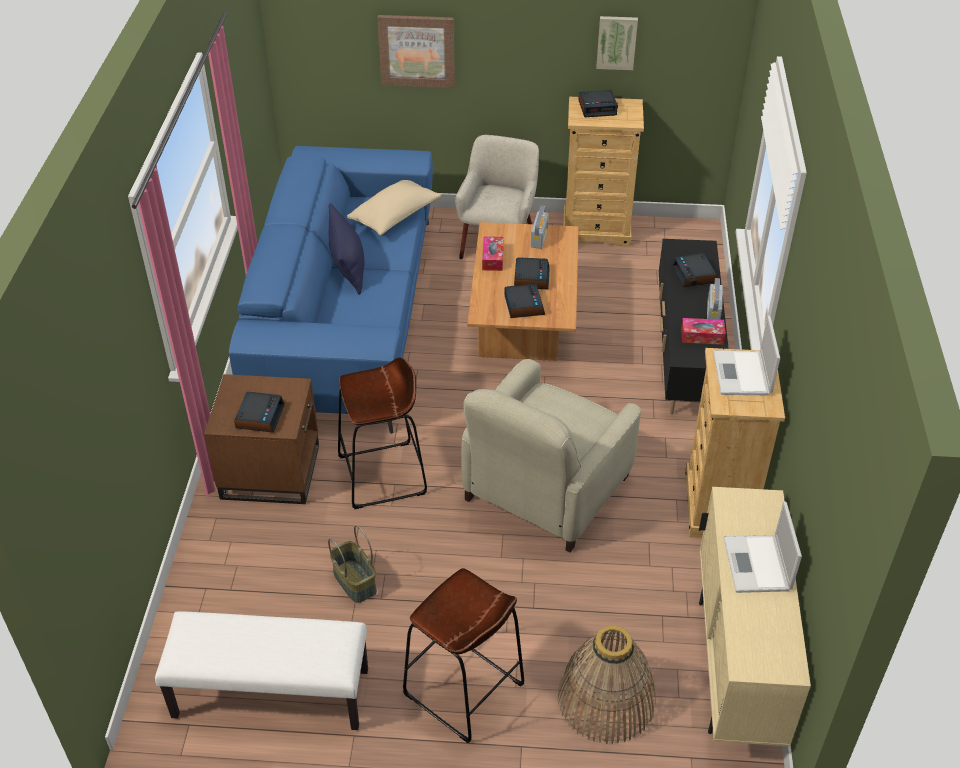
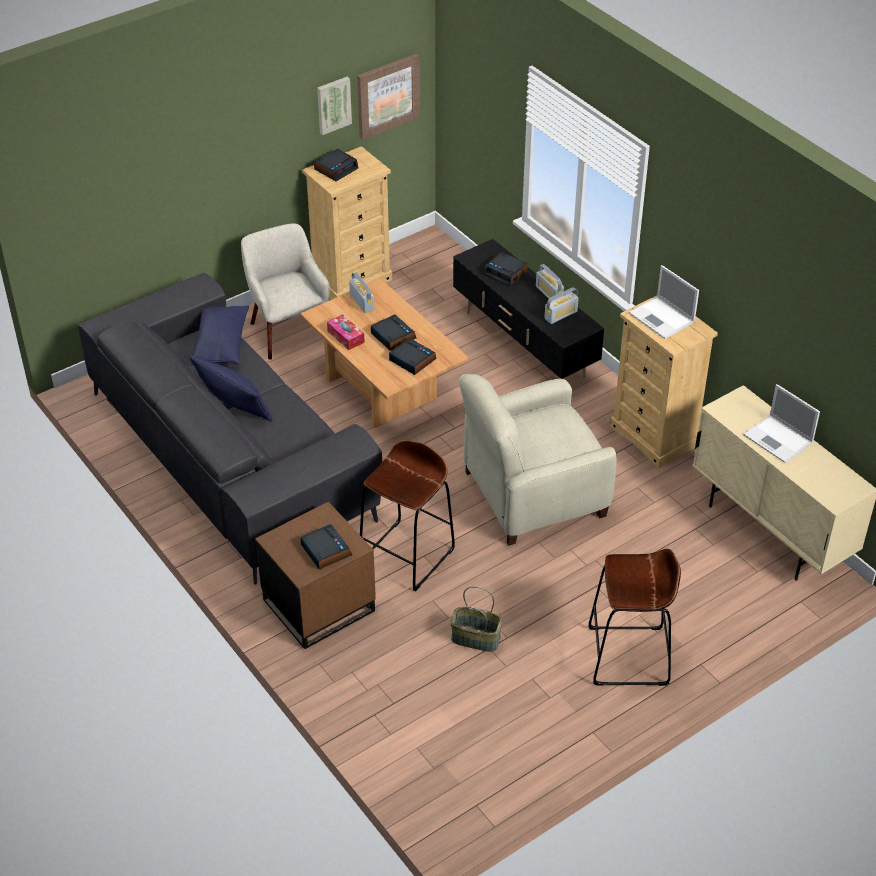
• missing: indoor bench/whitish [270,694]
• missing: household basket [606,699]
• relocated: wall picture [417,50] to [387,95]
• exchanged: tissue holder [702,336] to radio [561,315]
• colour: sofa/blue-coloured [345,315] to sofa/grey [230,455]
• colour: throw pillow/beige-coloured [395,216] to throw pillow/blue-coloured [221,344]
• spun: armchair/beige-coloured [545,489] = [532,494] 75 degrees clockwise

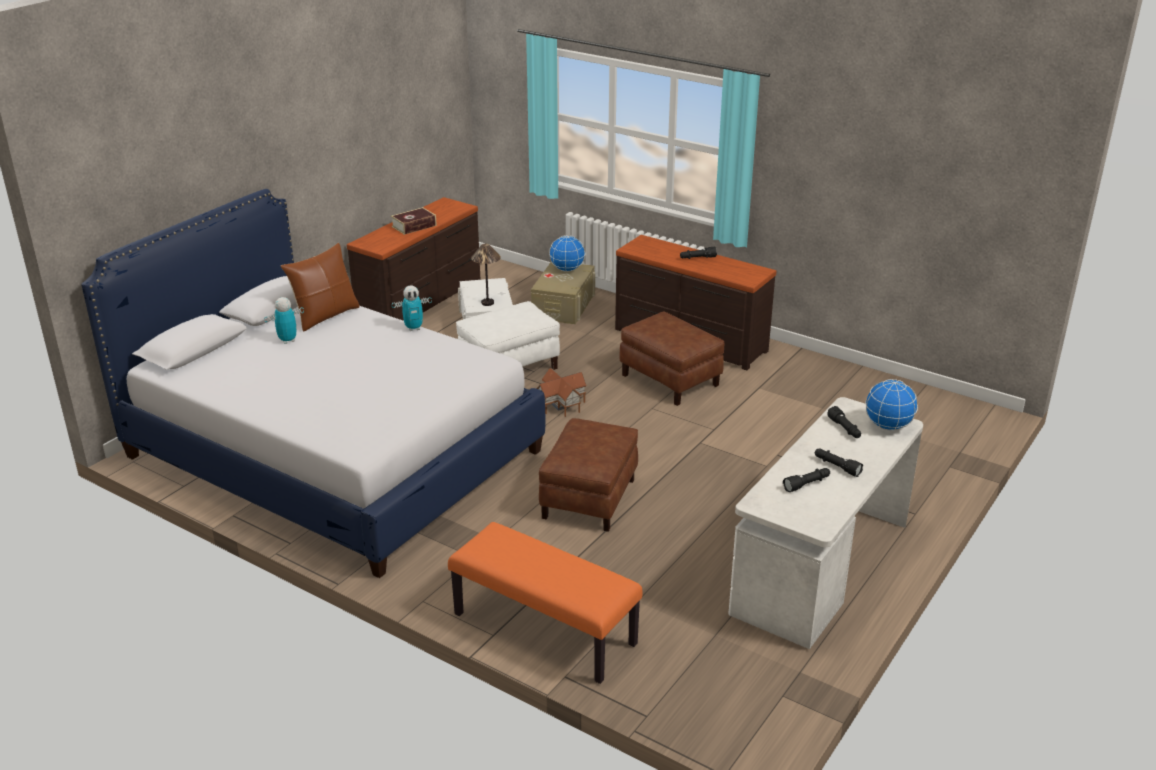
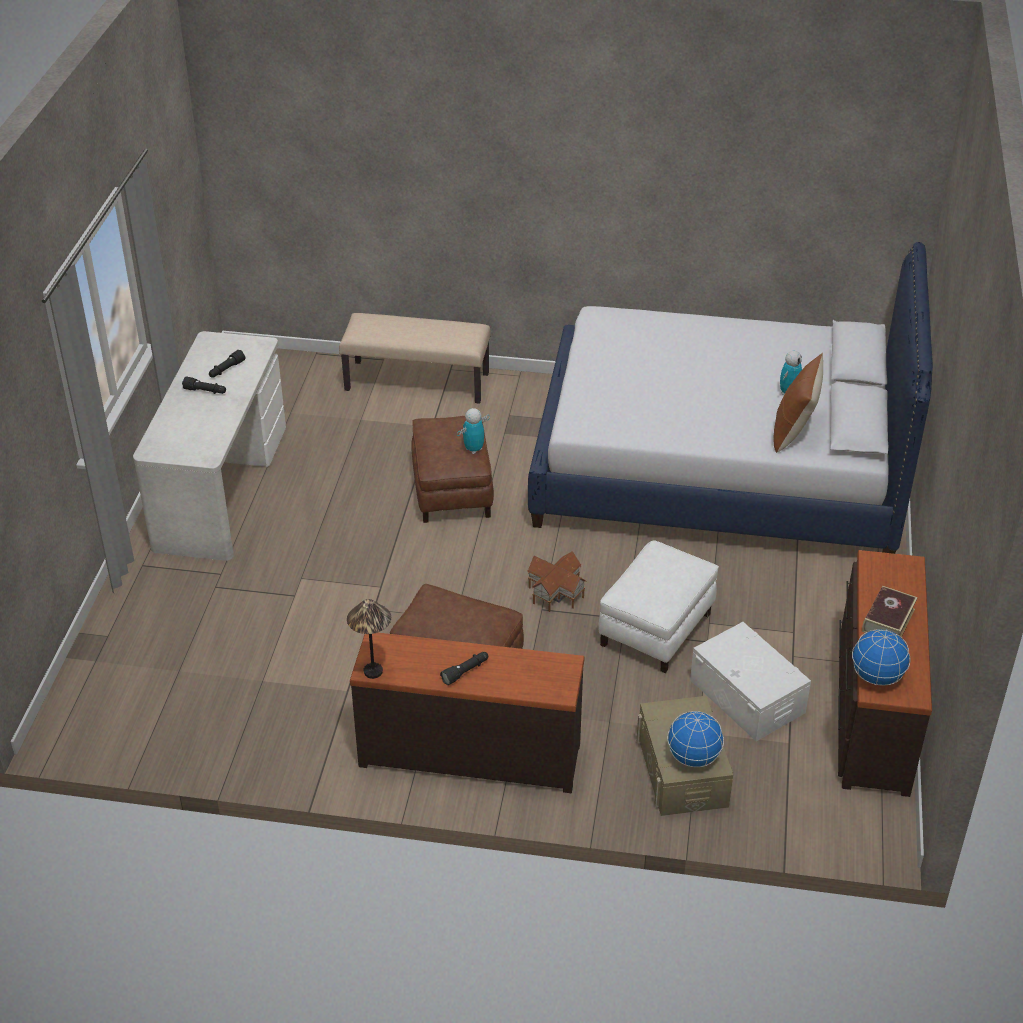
• missing: flashlight/black-coloured [844,429]
• relocated: robot figure [413,328] to [473,449]
• relocated: lamp for a table [488,303] to [372,672]
• relocated: desk globe [888,426] to [876,677]
• colour: indoor bench/orangey [543,630] to indoor bench/beige-coloured [417,382]

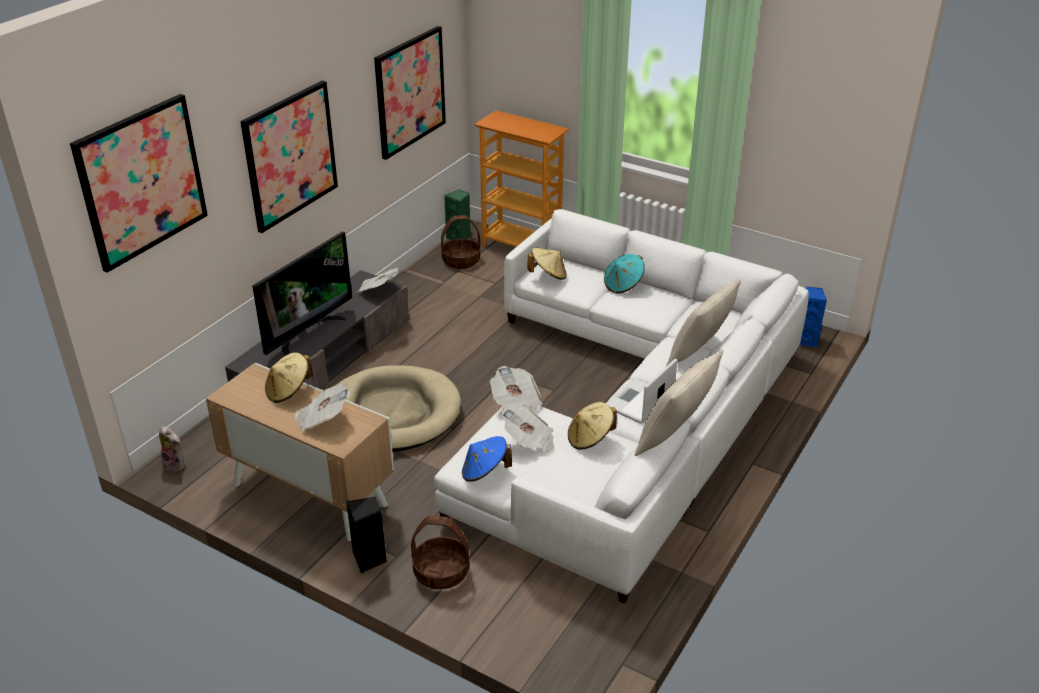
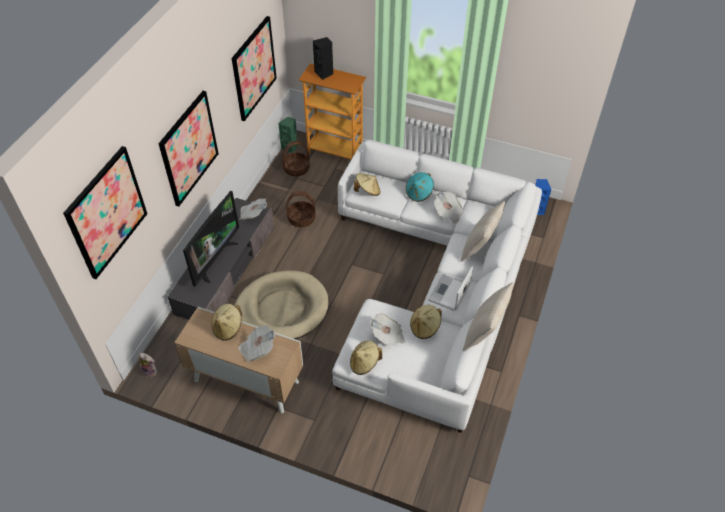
• relocated: loudspeaker/black-coloured [370,559] to [324,74]
• relocated: household basket [440,572] to [301,219]
• relocated: newspaper [516,404] to [448,213]
• colour: hat/blue-coloured [485,472] to hat/beige-coloured [364,363]

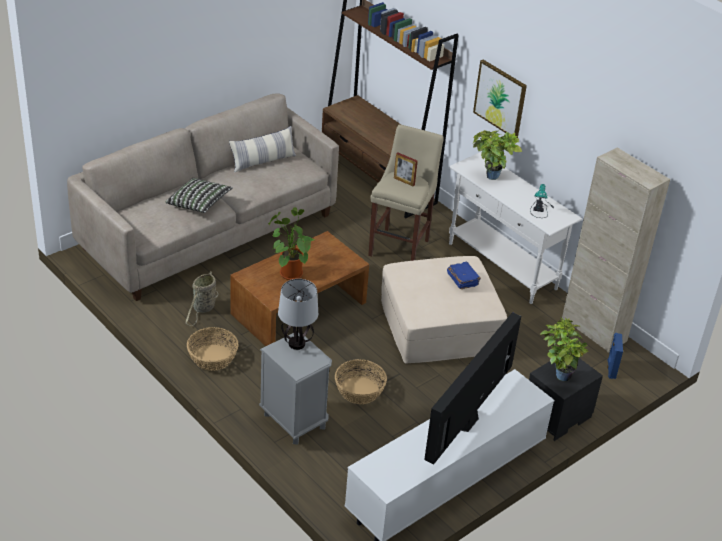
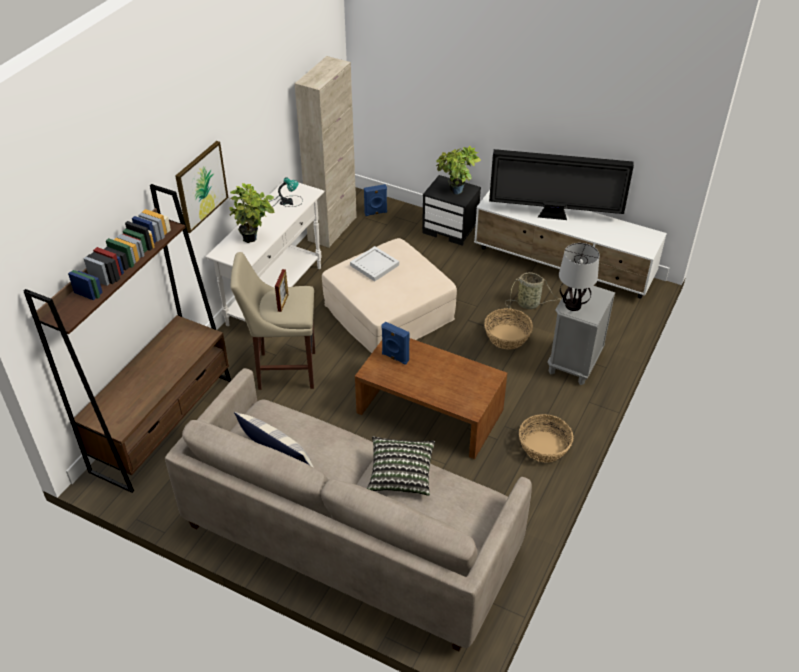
• missing: plant in a pot [289,272]
• appeared: loudspeaker/blue-coloured [394,357]
• relocated: household basket [203,308] to [530,304]
• exchanged: book/blue-coloured [462,280] to serving tray/whitish [373,265]

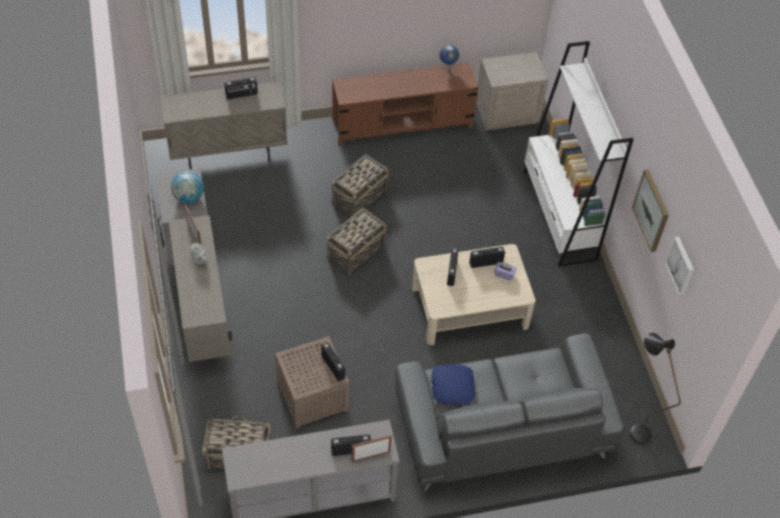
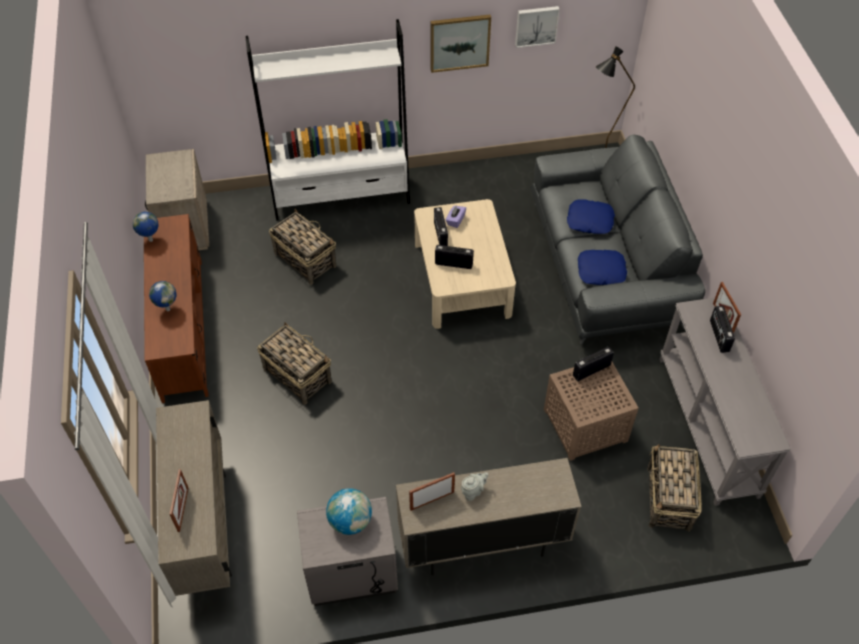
• missing: radio [241,95]
• appeared: desk globe [167,309]
• appeared: photo frame [183,509]
• appeared: throw pillow/blue-coloured [590,221]
• relocated: household basket [356,251] to [304,259]

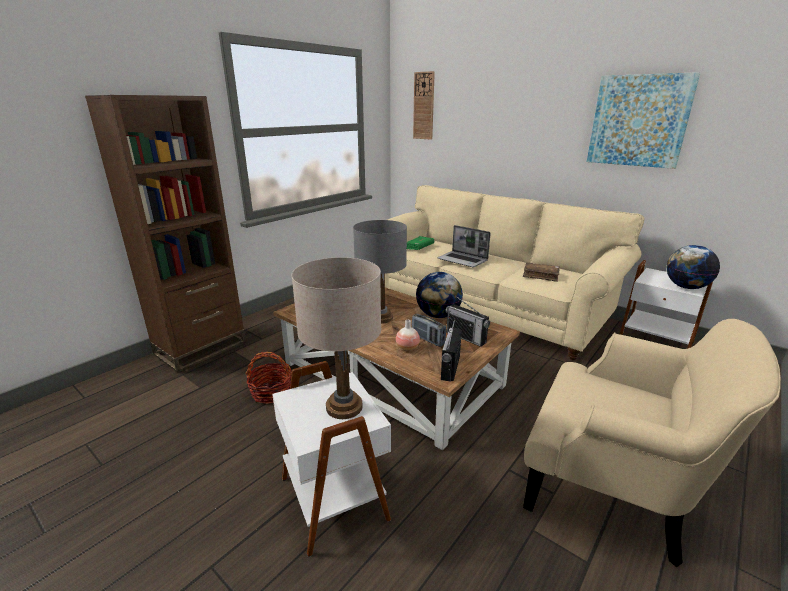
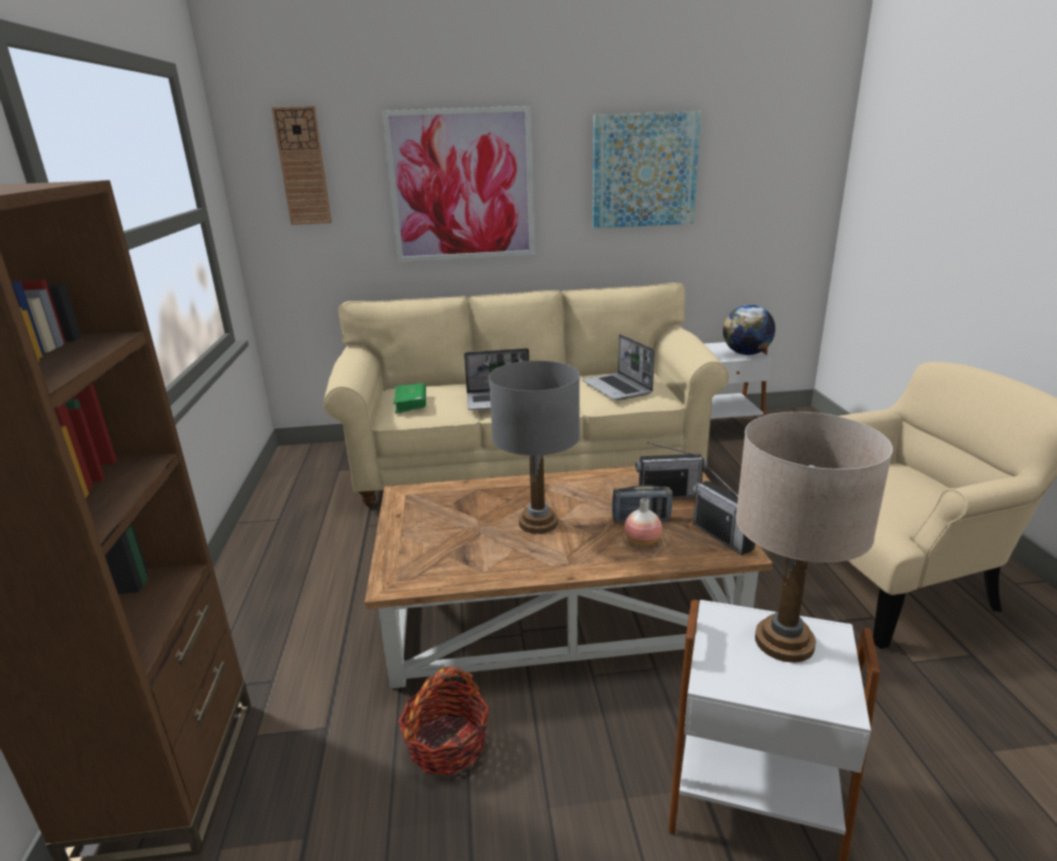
• missing: desk globe [438,315]
• appeared: wall picture [462,186]
• exchanged: book/brown-coloured [540,276] to laptop [618,388]

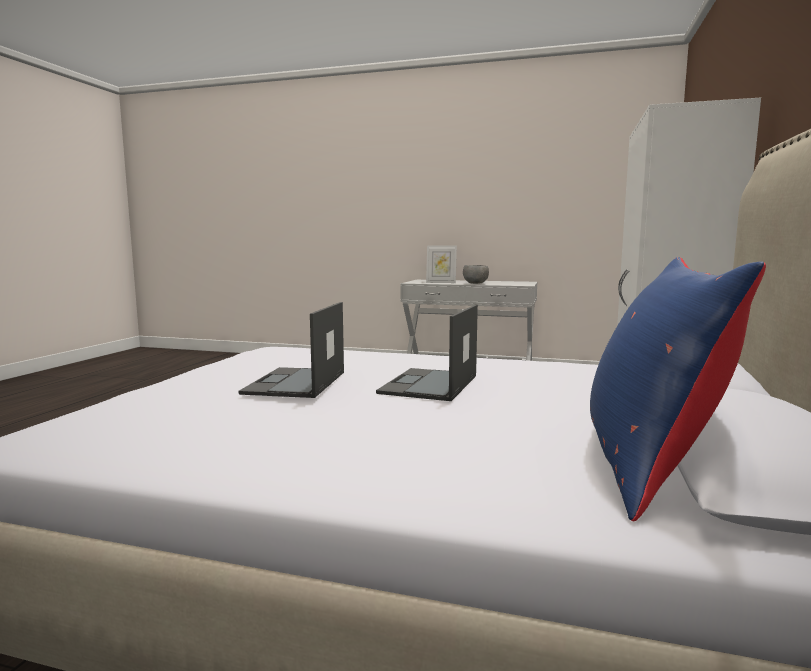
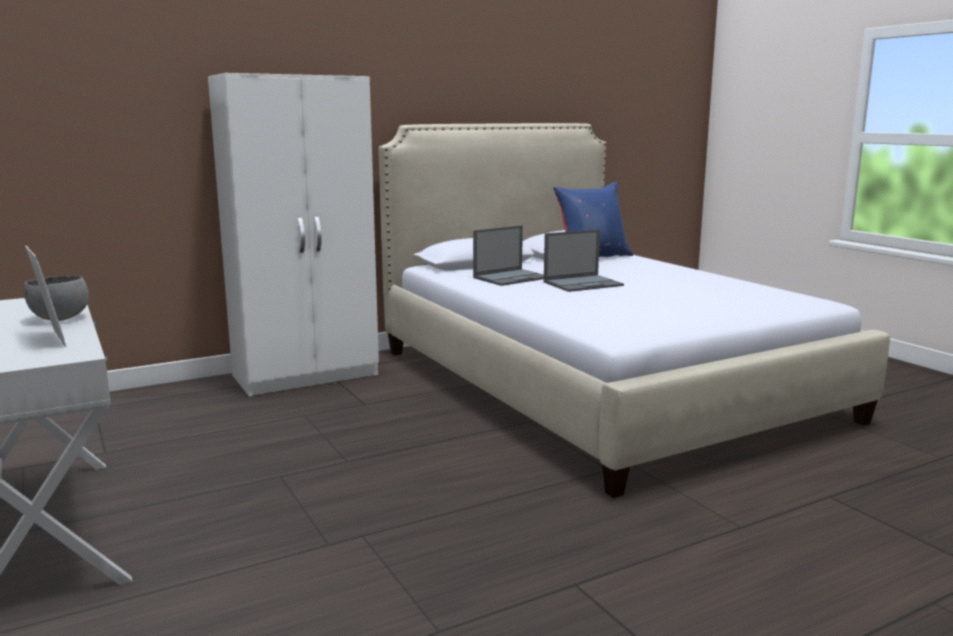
• relocated: laptop [295,383] to [511,278]

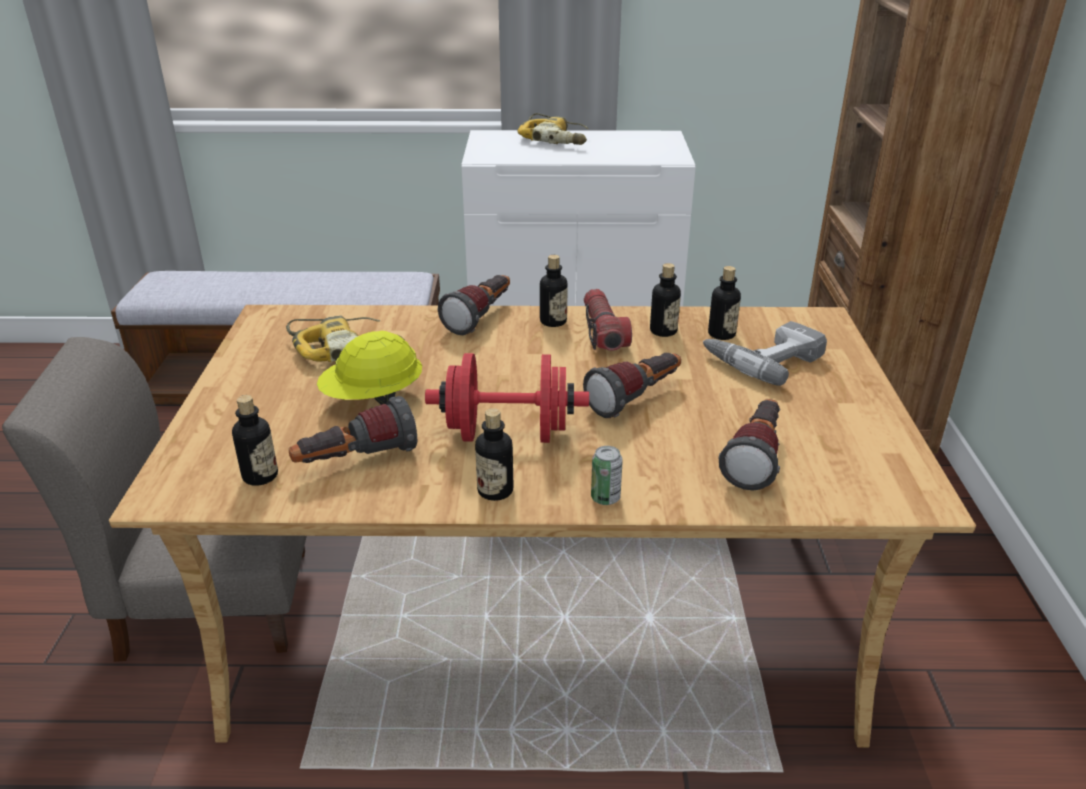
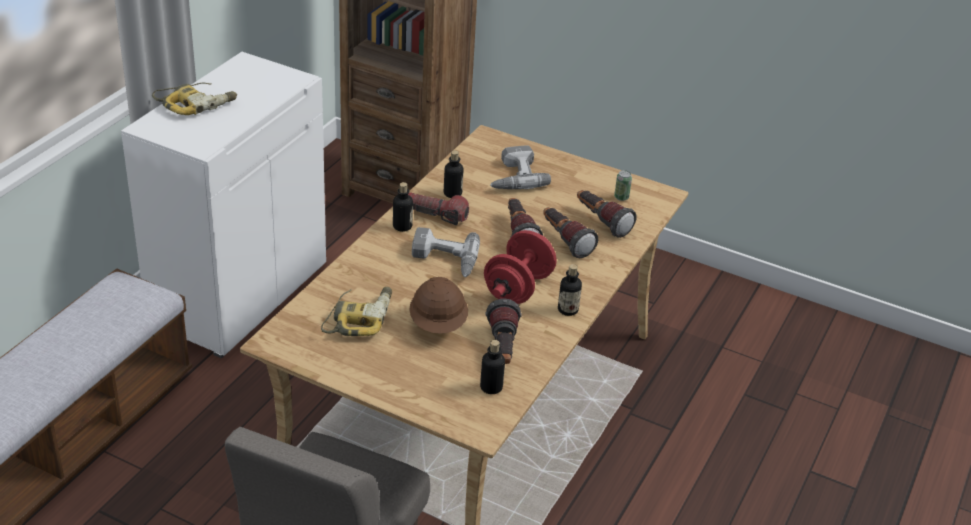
• missing: drink bottle [721,334]
• appeared: electric drill [444,260]
• relocated: flashlight [481,317] to [565,241]
• relocated: metal can [605,498] to [621,197]
• colour: hard hat/yellow-coloured [373,399] to hard hat/brown-coloured [438,324]

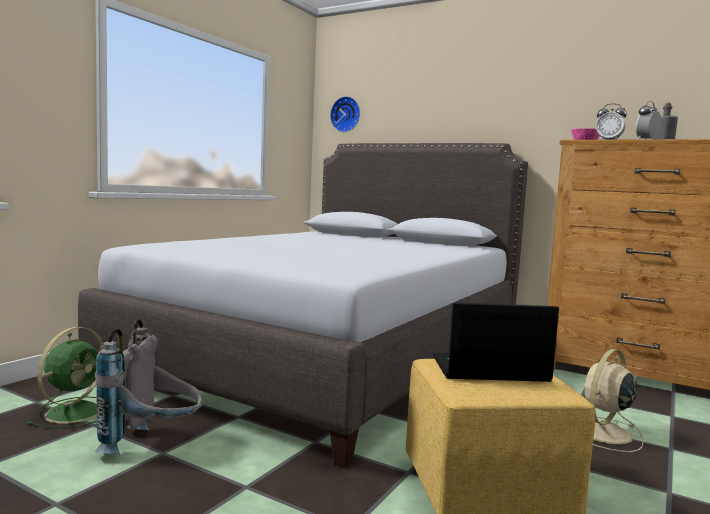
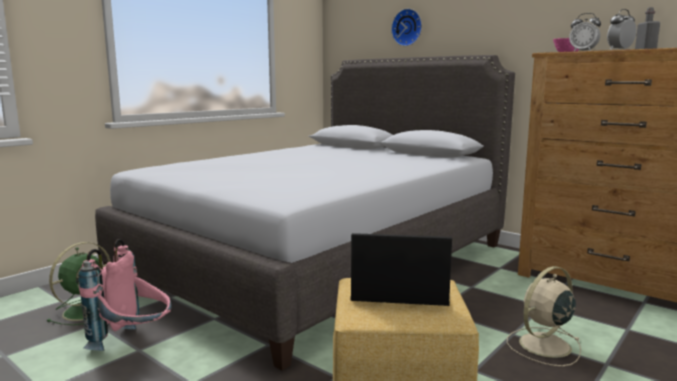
• relocated: hanging clock [346,114] to [408,27]
• colour: backpack/grey [153,445] to backpack/pinkish [134,343]

